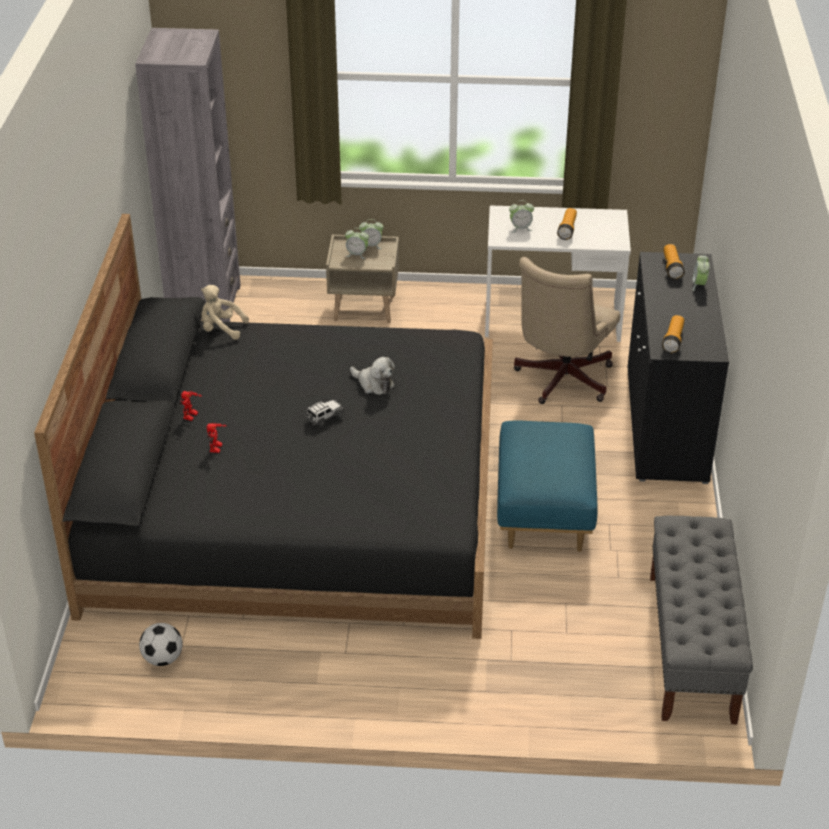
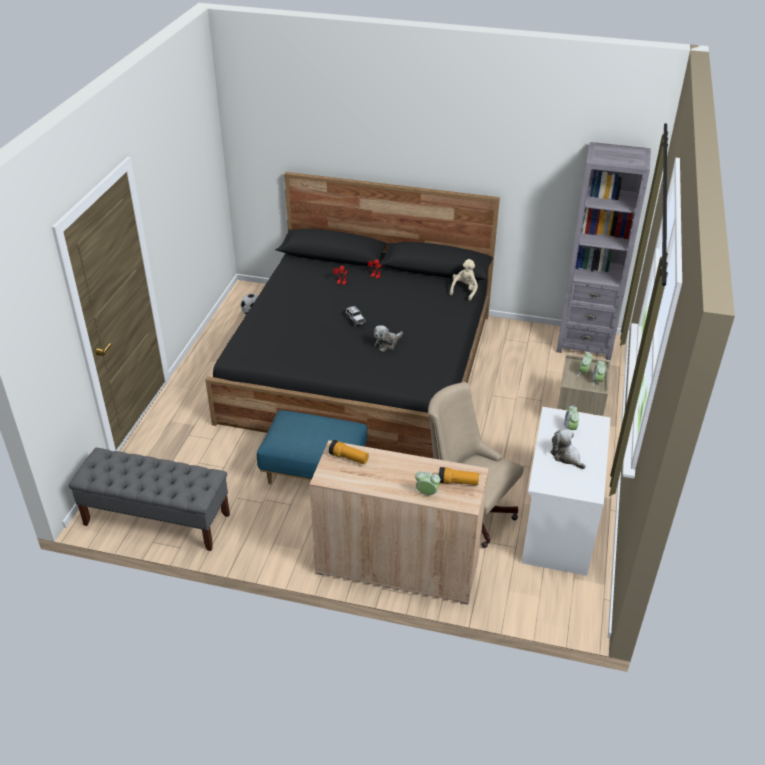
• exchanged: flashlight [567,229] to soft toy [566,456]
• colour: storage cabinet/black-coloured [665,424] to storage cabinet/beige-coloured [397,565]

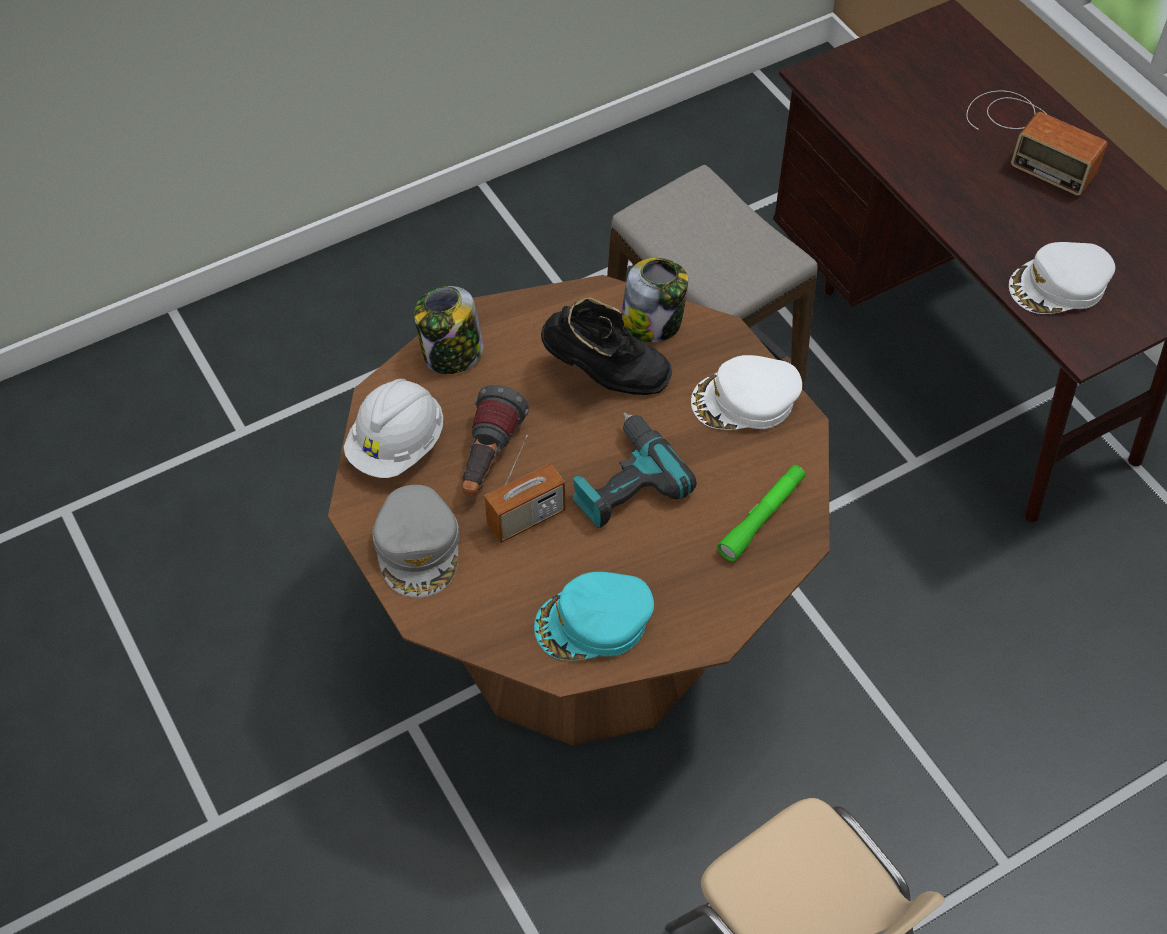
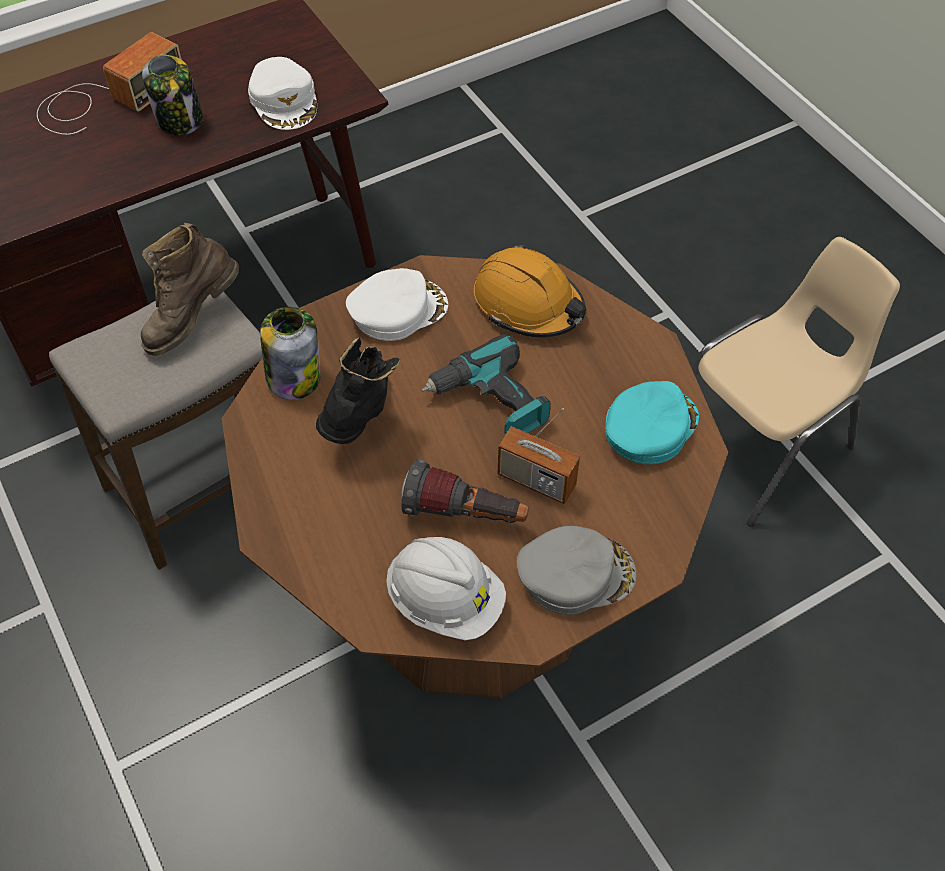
• appeared: high-top boot/brown-coloured [192,320]
• relocated: preserve jar [452,354] to [180,120]
• exchanged: flashlight/greenish [762,517] to hard hat/orangey [528,304]
• spun: radio [526,518] = [536,480] 150 degrees clockwise
• spun: baseball cap/blue-green [594,623] = [649,426] 120 degrees counterclockwise
• spun: baseball cap/whitish [745,401] = [397,310] 105 degrees counterclockwise

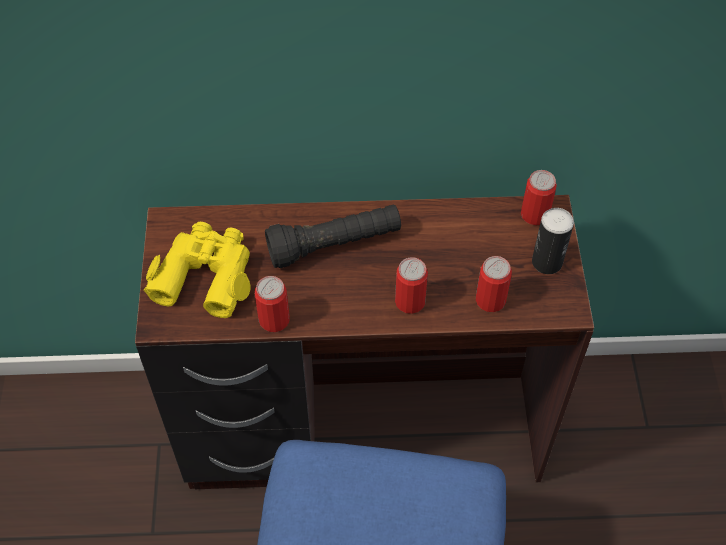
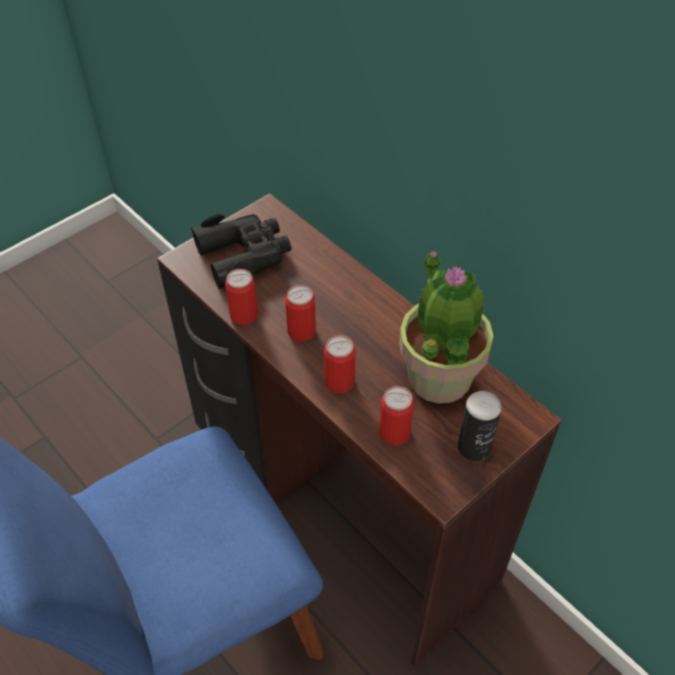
• missing: flashlight/black-coloured [334,245]
• appeared: plant in a pot [440,376]
• relocated: metal can [534,214] to [301,331]
• colour: field glasses/yellow-coloured [205,275] to field glasses/black-coloured [244,255]

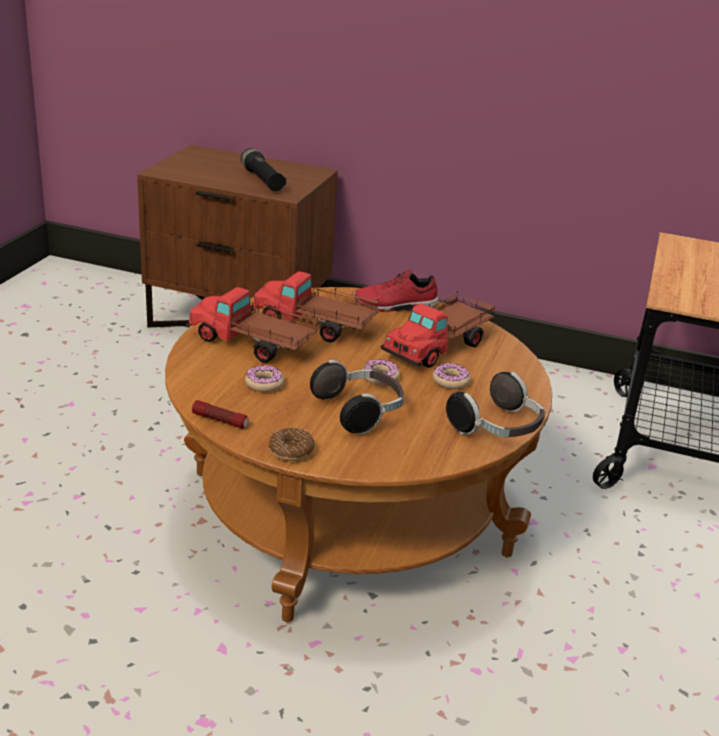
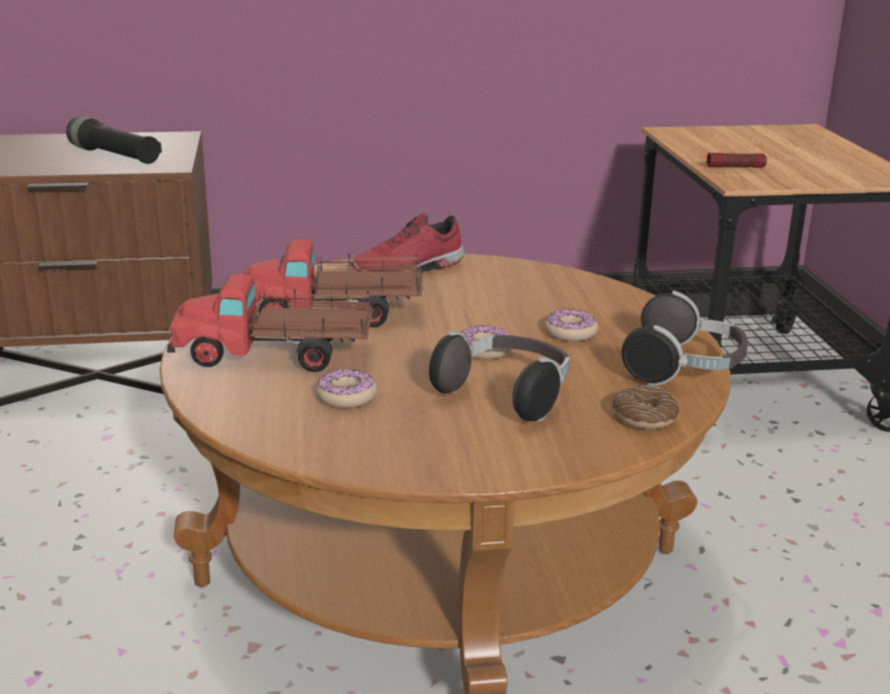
• missing: toy lorry [439,346]
• relocated: flashlight [220,420] to [735,167]
• relocated: ring doughnut [291,451] to [644,417]

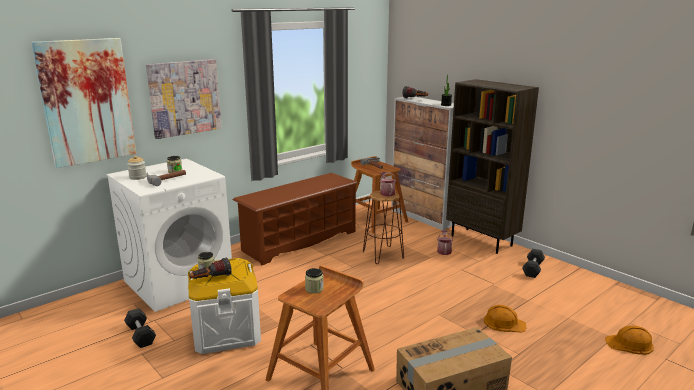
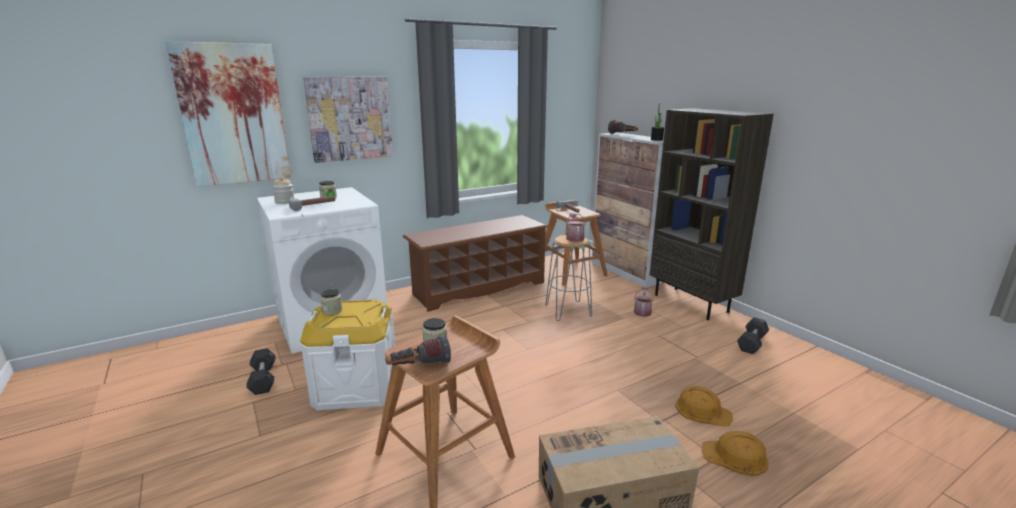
• relocated: flashlight [211,279] to [419,367]
• relocated: hard hat/orangey [629,344] to [735,457]
• colour: stool/brown-coloured [383,255] to stool/grey [568,311]

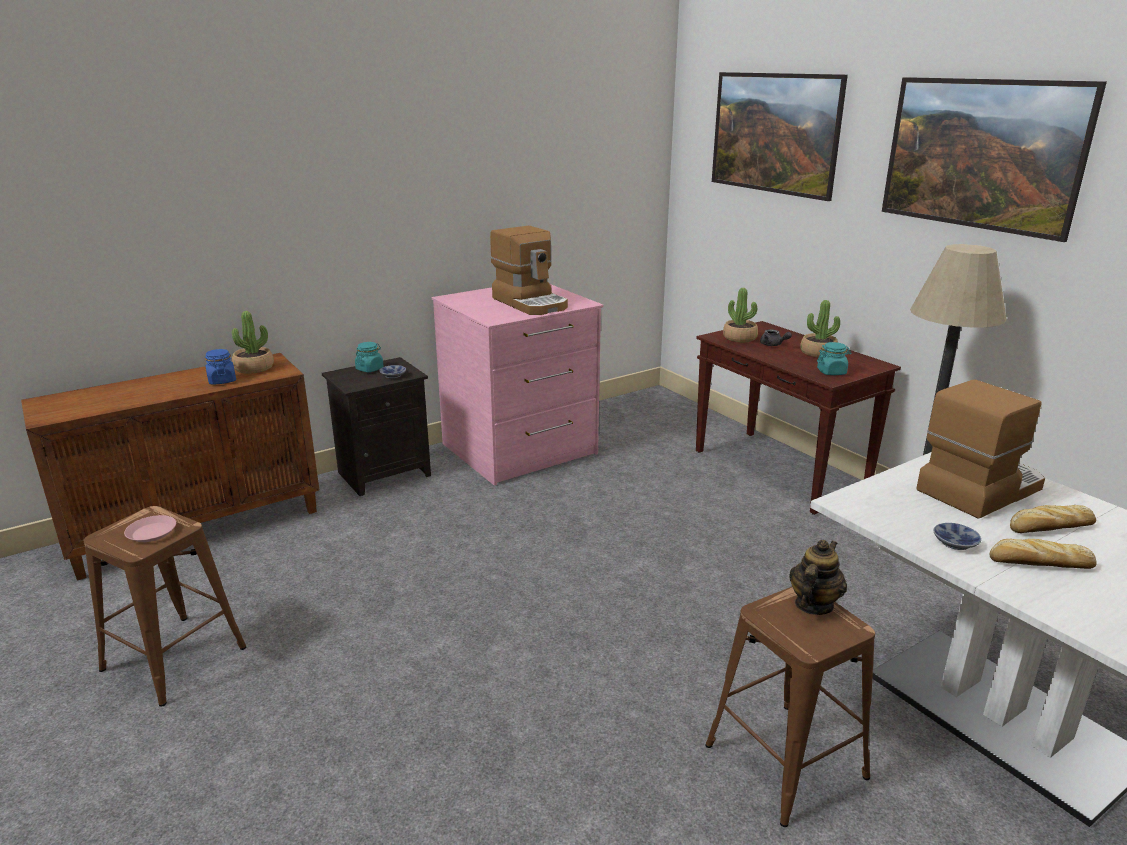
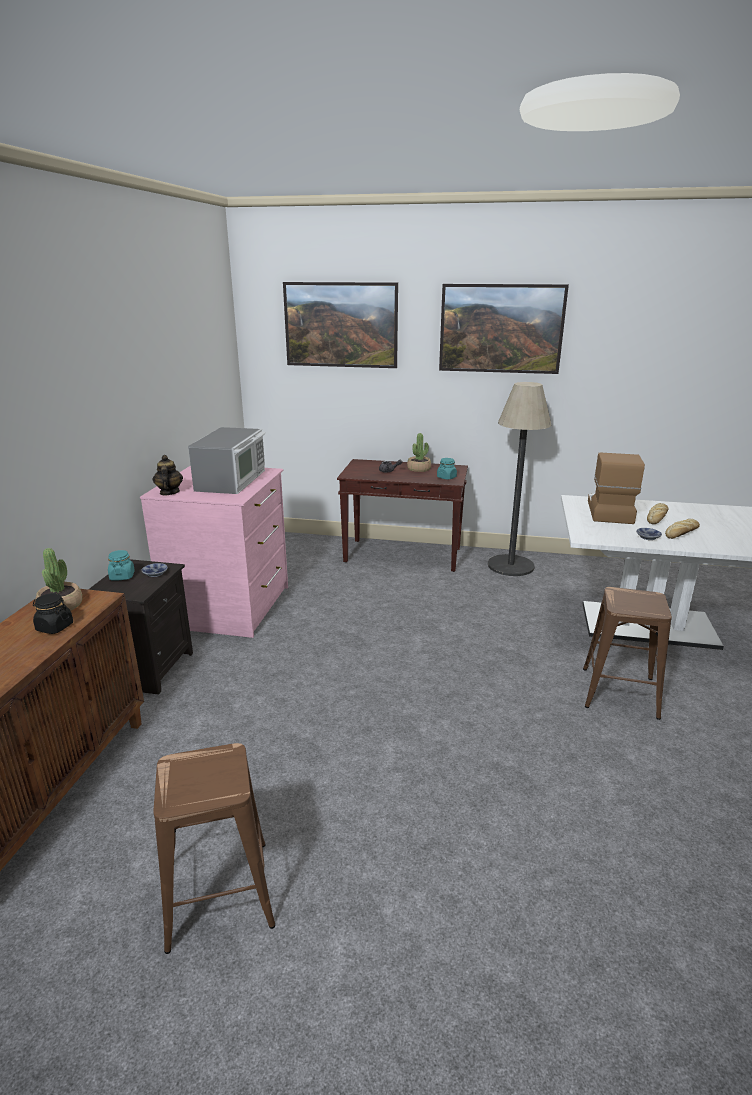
• missing: dinner plate/pinkish [151,532]
• missing: plant in a pot [740,338]
• relocated: teapot [813,605] to [169,492]
• exchanged: coffee maker [531,303] to microwave [232,480]
• colour: preserve jar/blue-coloured [222,380] to preserve jar/black-coloured [54,627]

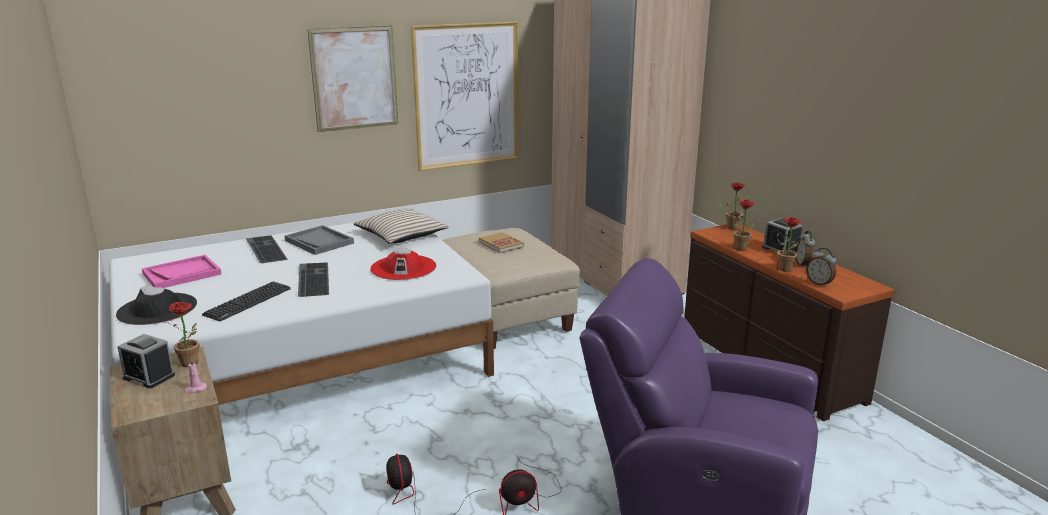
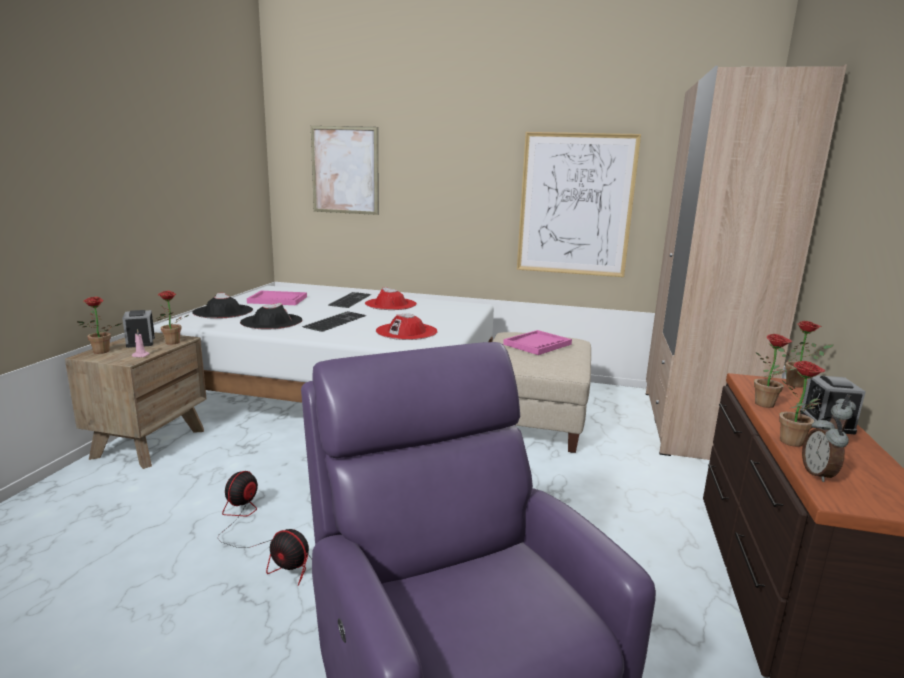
• missing: throw pillow/beige-coloured [401,235]
• appeared: plant in a pot [100,352]
• relocated: wall picture [354,78] to [345,170]
• exchanged: computer keyboard [248,302] to hat/black-coloured [271,322]
• exchanged: serving tray/grey [319,242] to hat/red-coloured [390,304]
• exchanged: book [501,244] to serving tray/pinkish [537,344]

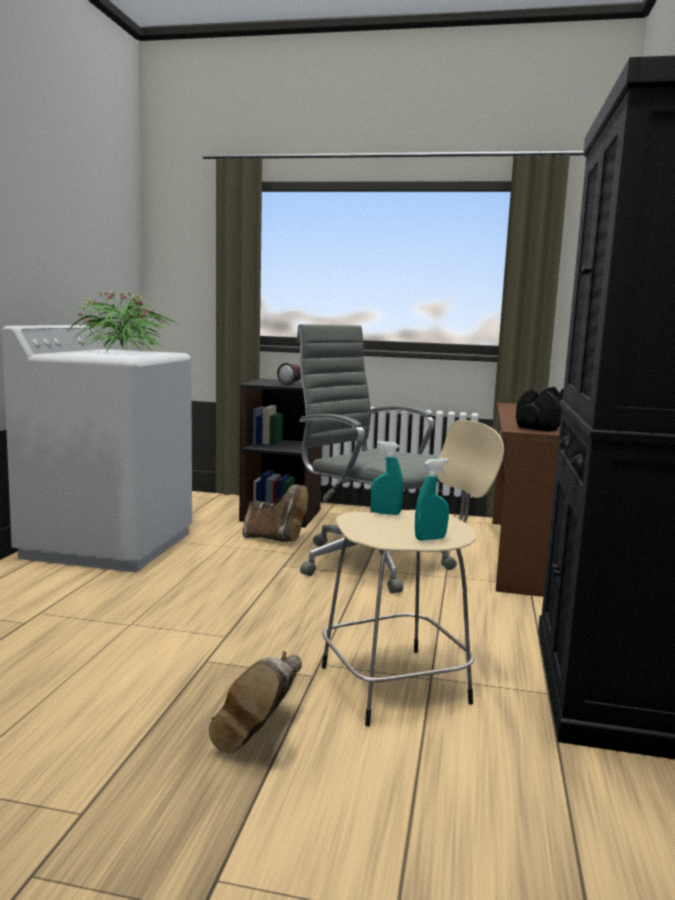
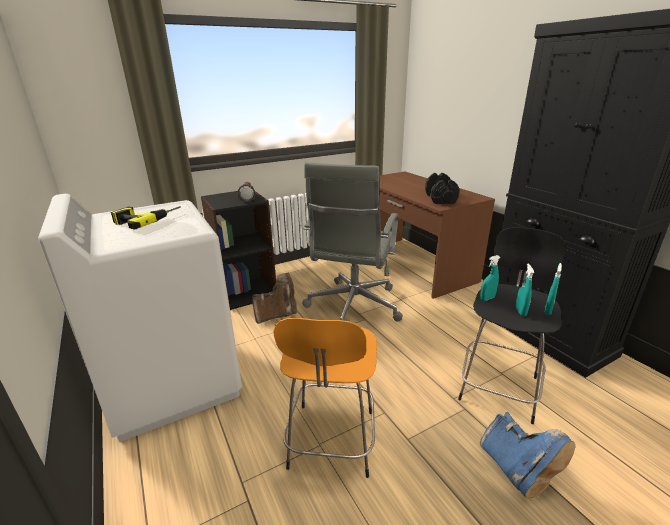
• appeared: stool/orangey [331,442]
• appeared: spray bottle/blue-green [520,311]
• exchanged: plant in a pot [121,352] to electric drill [147,219]
• colour: high-top boot/brown-coloured [259,736] to high-top boot/blue-coloured [516,470]
• colour: stool/beige-coloured [399,684] to stool/black-coloured [499,386]
• spun: office chair/grey [369,561] = [353,307] 75 degrees counterclockwise

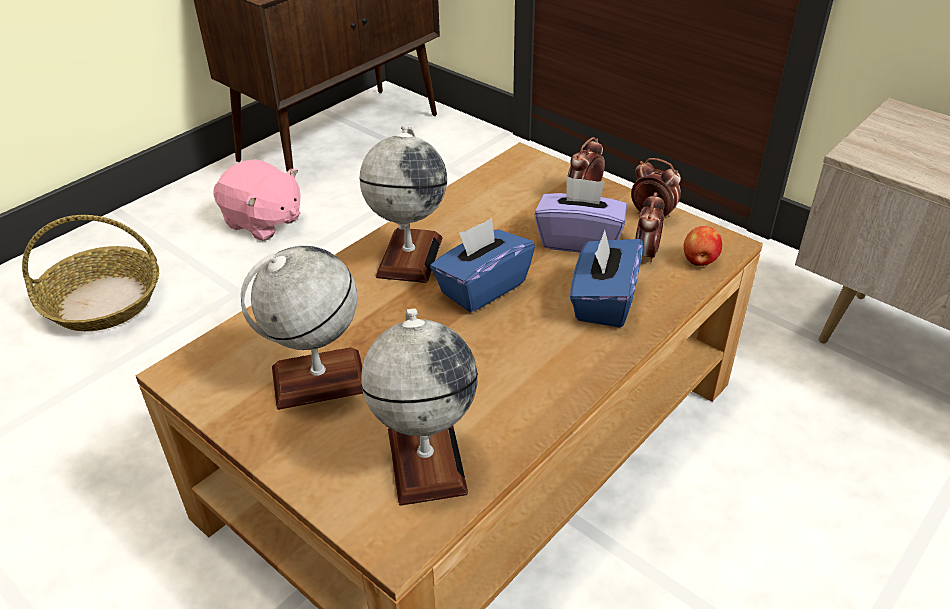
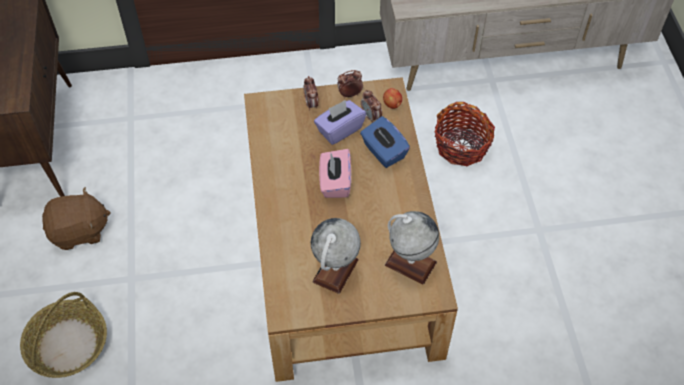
• missing: desk globe [409,256]
• appeared: household basket [461,146]
• colour: soft toy/pinkish [263,222] to soft toy/brown-coloured [79,231]
• colour: tissue holder/blue-coloured [482,287] to tissue holder/pinkish [335,183]

